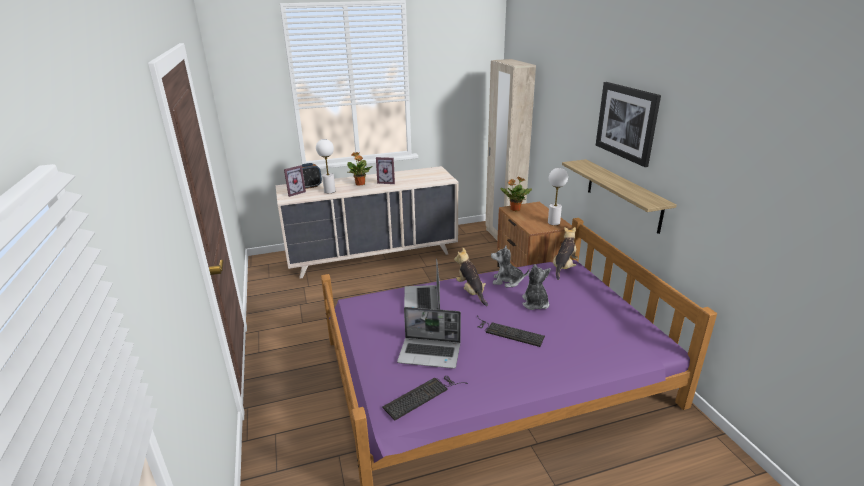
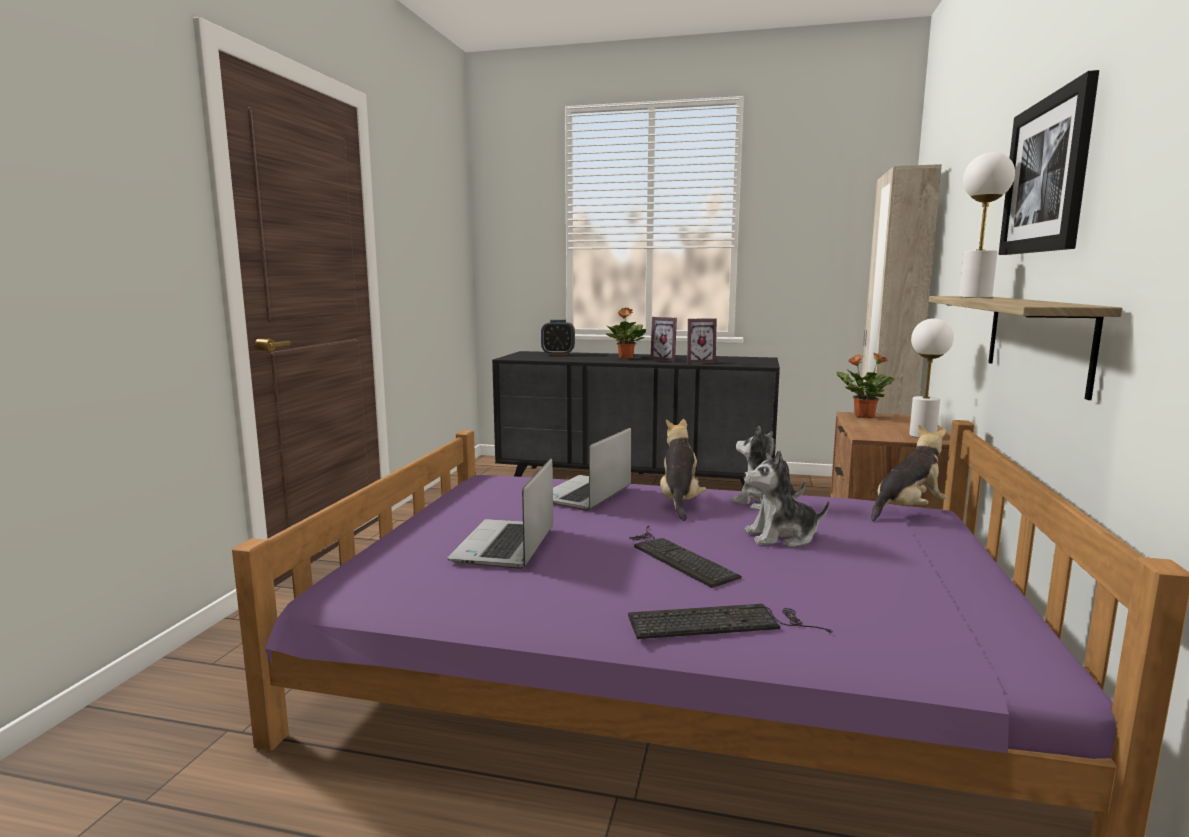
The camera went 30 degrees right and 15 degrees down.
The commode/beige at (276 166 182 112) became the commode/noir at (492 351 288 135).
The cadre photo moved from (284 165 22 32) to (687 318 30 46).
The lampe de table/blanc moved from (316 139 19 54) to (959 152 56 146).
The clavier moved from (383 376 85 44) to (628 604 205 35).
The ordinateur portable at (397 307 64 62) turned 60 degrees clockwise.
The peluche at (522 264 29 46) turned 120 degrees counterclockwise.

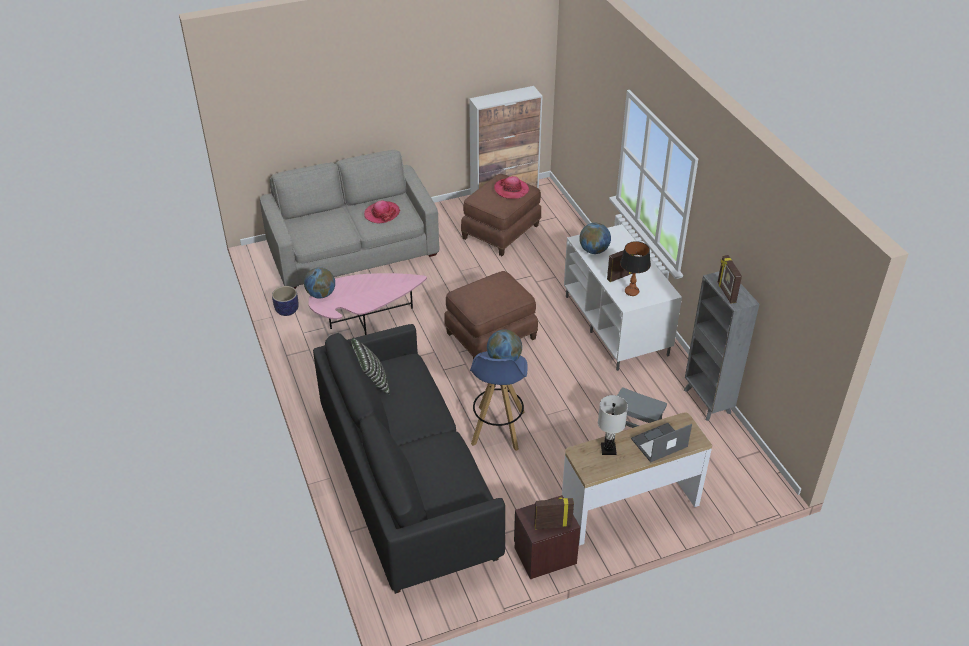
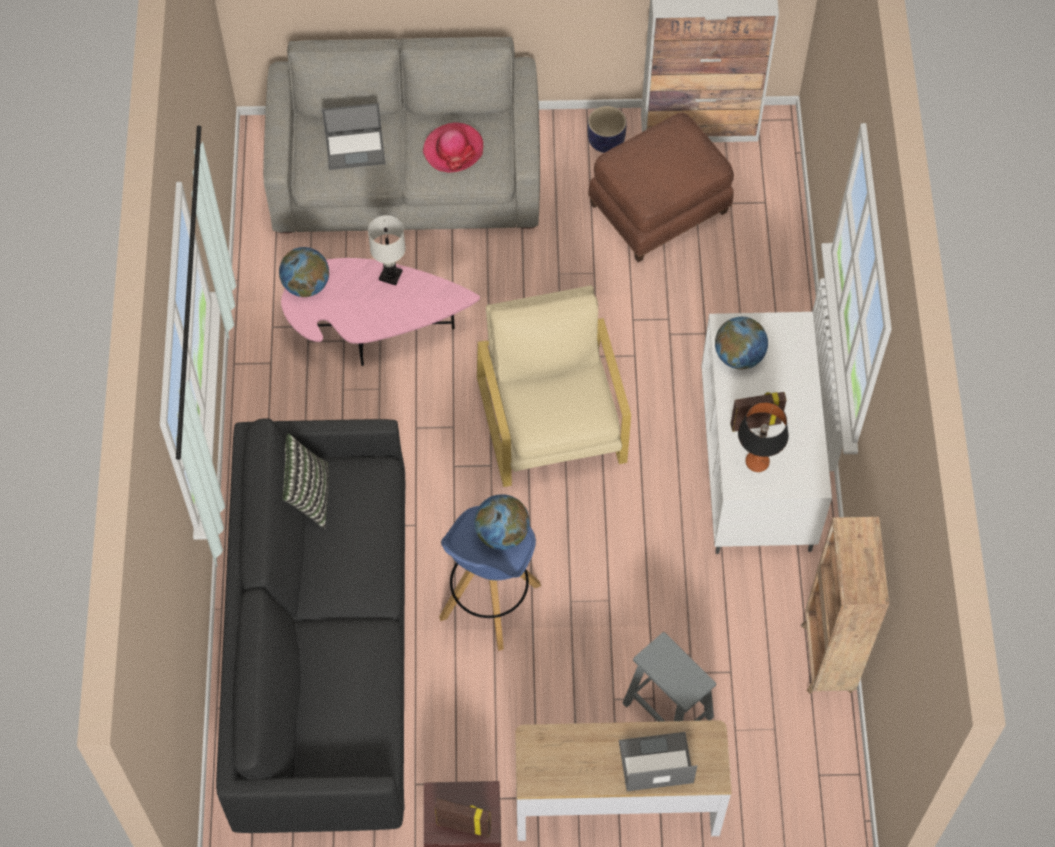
The camera went 20 degrees right and 20 degrees up.
The cache-pot moved from (272 286 27 30) to (587 106 40 47).
The pouf/marron at (444 271 94 89) was replaced by the fauteuil/beige at (477 285 154 202).
The chapeau at (494 176 35 23) disappeared.
The lampe de table/blanc moved from (598 395 30 60) to (368 215 38 70).
The bibliothèque/gris at (684 271 75 150) became the bibliothèque/marron at (801 517 88 177).
The cadre photo at (718 255 24 49) disappeared.
The ordinateur portable at (322 103 63 67) appeared.

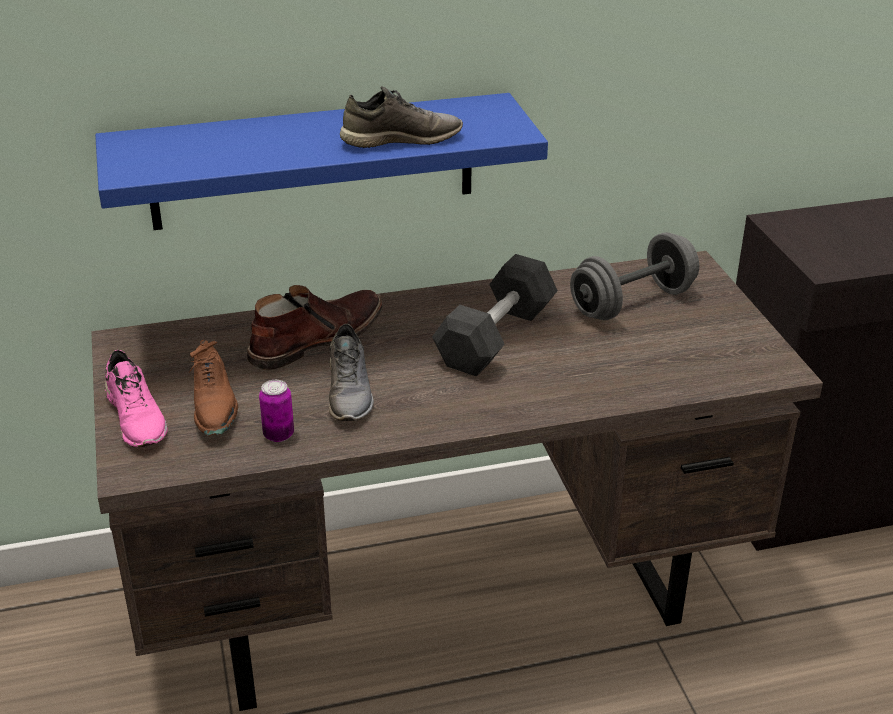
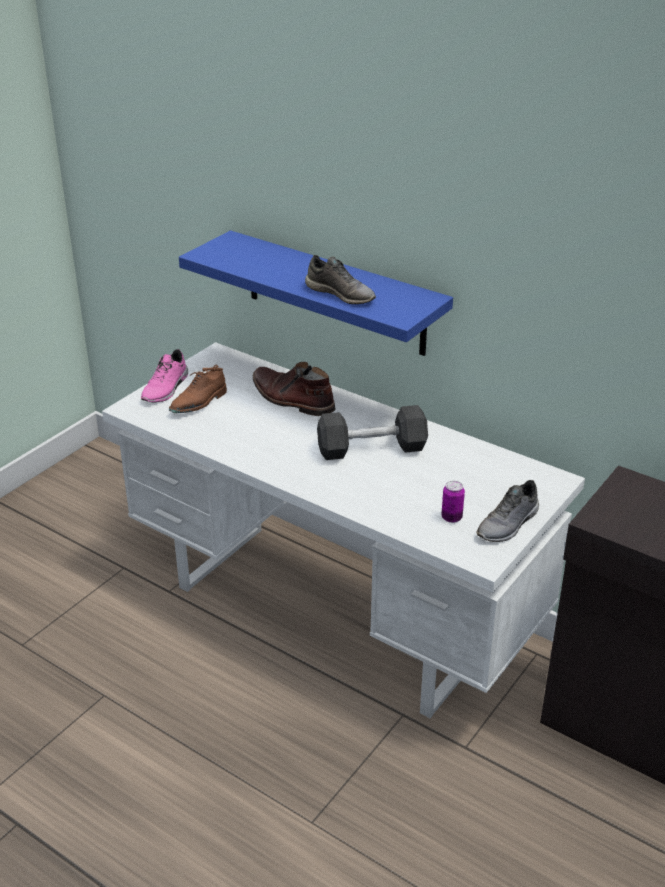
The camera went 50 degrees right and 0 degrees up.
The bureau/marron at (91 251 732 460) became the bureau/blanc at (102 342 483 376).
The botte/marron at (247 285 136 85) turned 150 degrees counterclockwise.
The boîte métallique moved from (259 380 35 62) to (441 481 24 42).
The chaussure/gris moved from (329 324 45 97) to (476 480 63 62).
The haltère/gris at (570 232 129 88) disappeared.

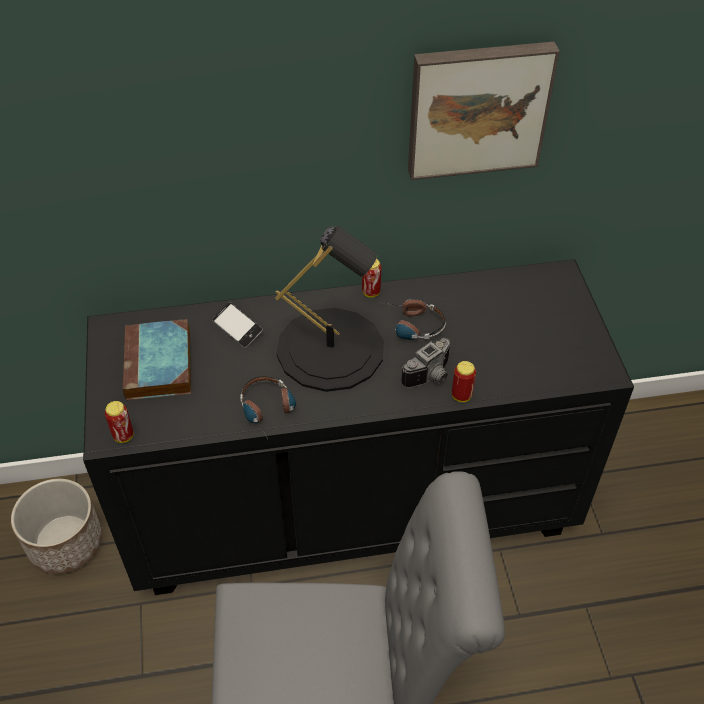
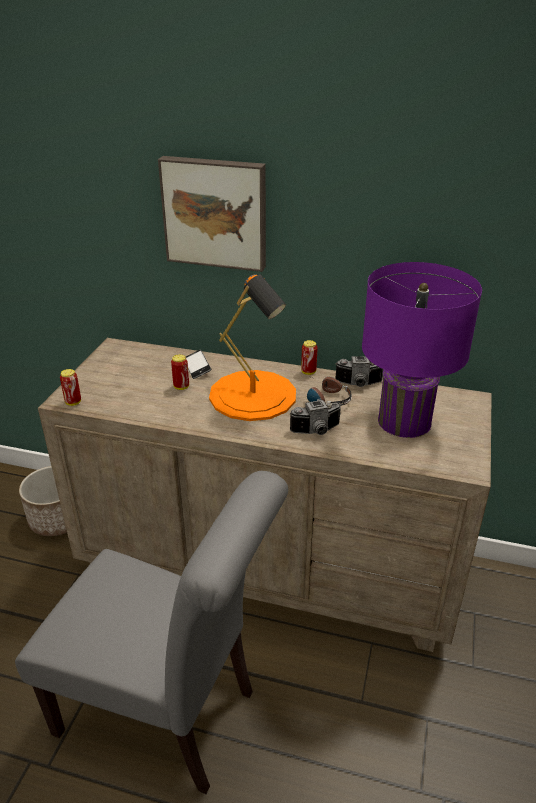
The camera went 25 degrees right and 15 degrees down.
The commode/noir at (83 259 551 336) became the commode/beige at (38 338 454 314).
The livre at (122 319 69 81) disappeared.
The casque audio at (240 376 56 63) disappeared.
The lampe de table/noir at (275 226 109 166) became the lampe de table/orange at (209 274 87 147).
The tableau moved from (408 42 152 138) to (158 156 108 116).
The boîte métallique moved from (452 361 24 41) to (171 354 18 36).
The appareil photo at (335 356 49 31) appeared.
The lampe de table/violet at (362 262 120 176) appeared.

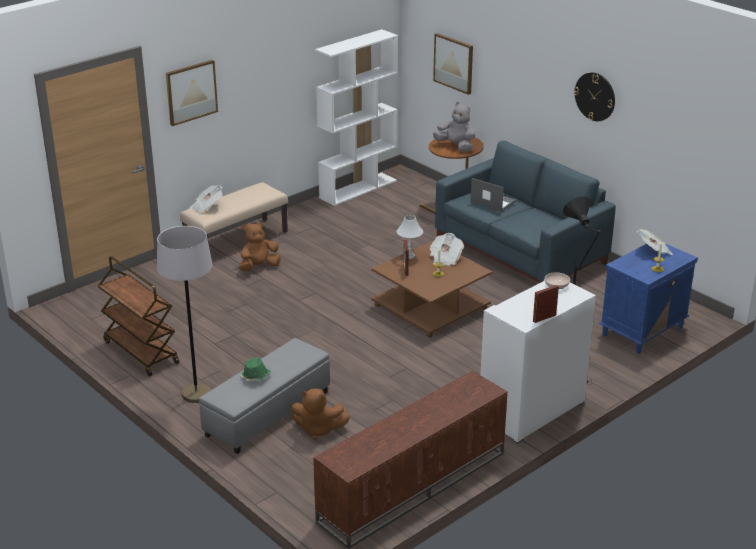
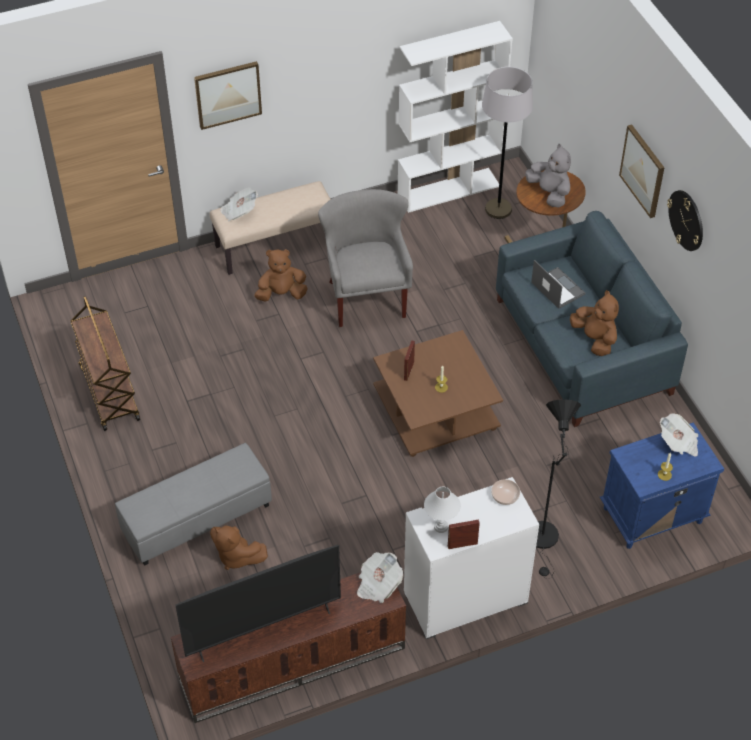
The camera went 20 degrees right and 20 degrees up.
The lampadaire/gris moved from (157 226 56 177) to (482 67 51 152).
The chapeau/vert at (240 358 31 23) disappeared.
The lampe de table/blanc moved from (396 215 27 44) to (424 486 37 47).
The journal moved from (429 233 35 33) to (357 552 46 51).
The tableau moved from (433 33 40 62) to (619 124 45 94).
The téléviseur at (175 545 166 117) appeared.
The fauteuil/gris at (318 189 95 138) appeared.
The peluche/marron at (570 290 49 66) appeared.

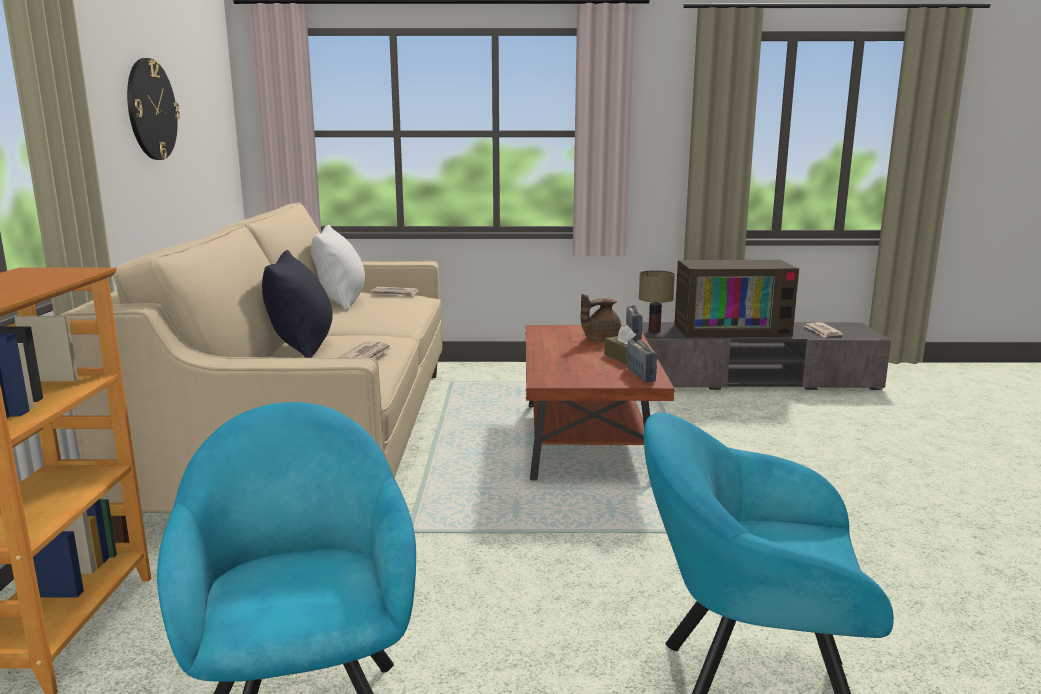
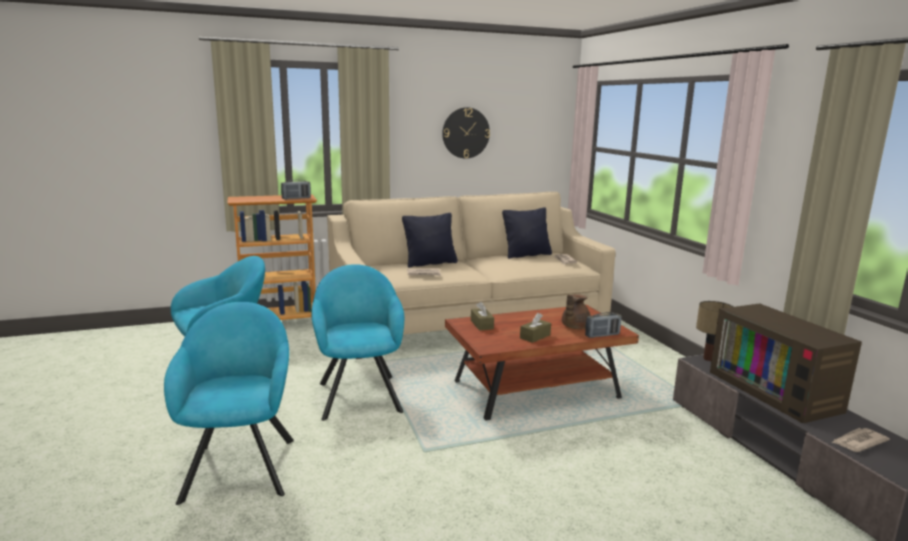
The camera went 70 degrees right and 0 degrees up.
The coussin/blanc at (311 225 54 86) became the coussin/noir at (502 207 50 52).
The théière/marron at (581 294 40 48) turned 90 degrees counterclockwise.
The radio moved from (627 340 30 42) to (281 180 30 19).
The fauteuil/turquoise at (311 264 93 157) appeared.
The boîte à mouchoirs/marron at (471 302 23 29) appeared.

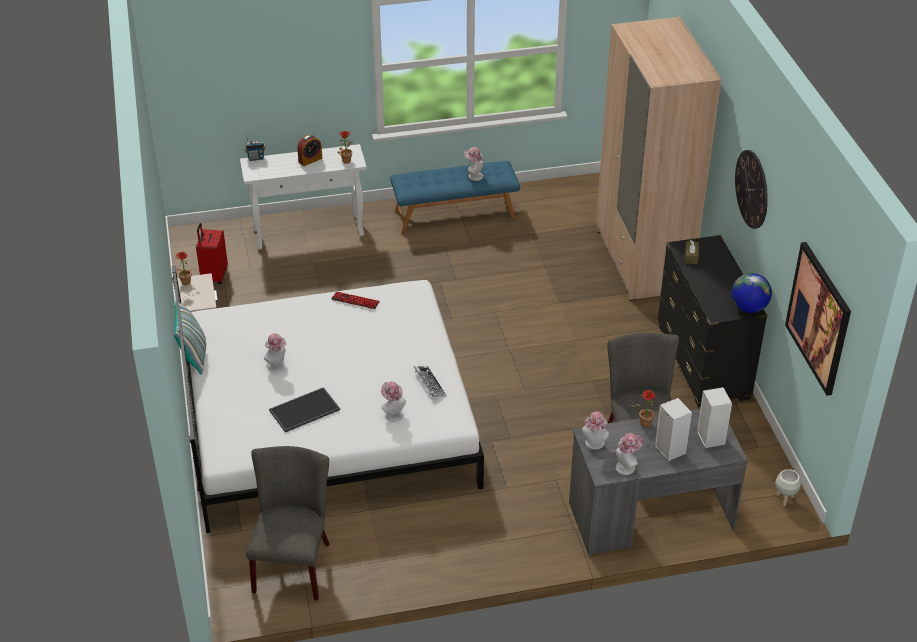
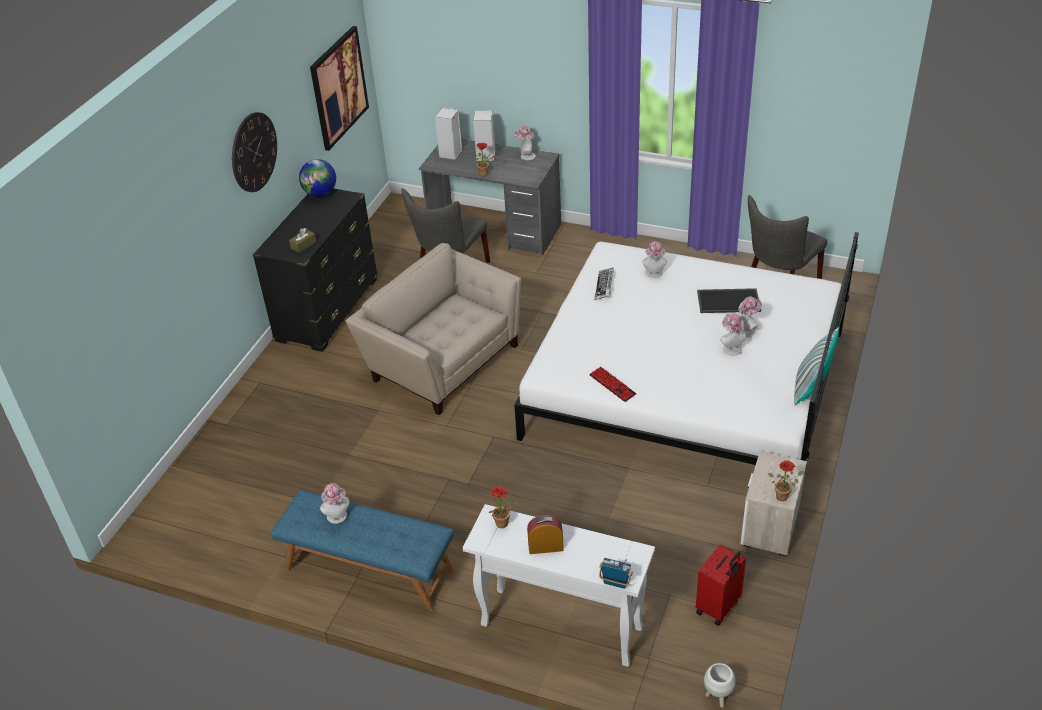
The camera went 145 degrees left and 0 degrees up.
The chapeau moved from (582 411 27 39) to (737 297 25 41).
The armoire/beige at (596 16 125 285) disappeared.
The cache-pot/blanc moved from (776 469 25 37) to (704 663 32 45).
The fauteuil/beige at (346 243 175 172) appeared.

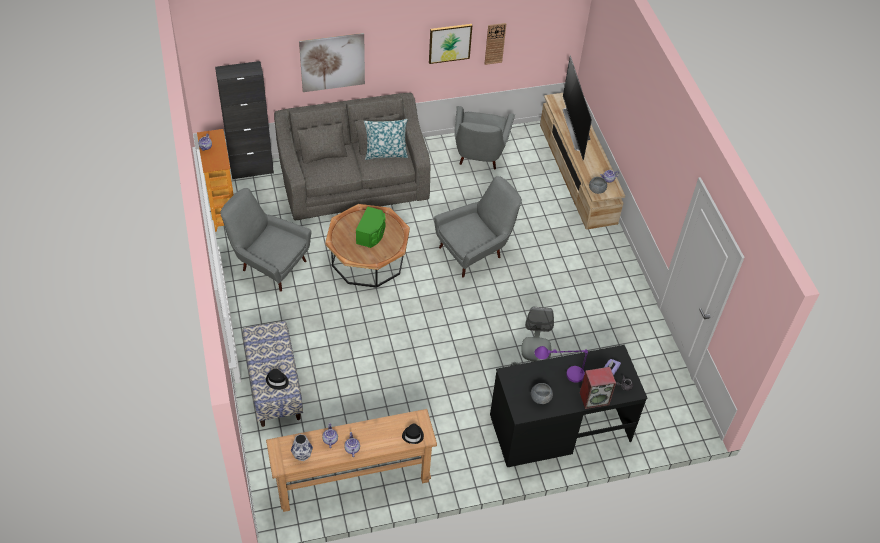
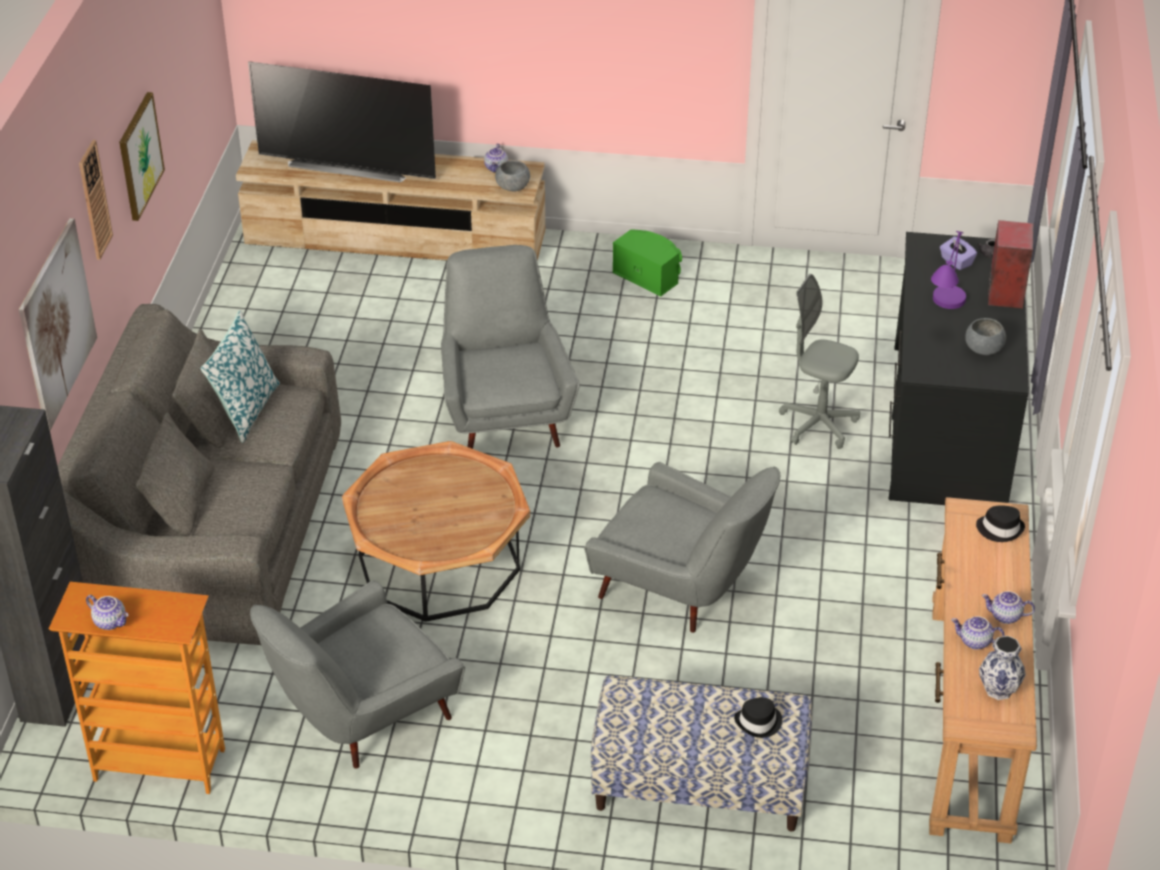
The camera went 65 degrees left and 10 degrees down.
The enceinte/vert moved from (356 207 30 41) to (612 230 70 66).
The fauteuil/gris moved from (454 106 61 64) to (584 462 196 171).
The horloge murale moved from (485 23 21 42) to (79 140 34 120).

